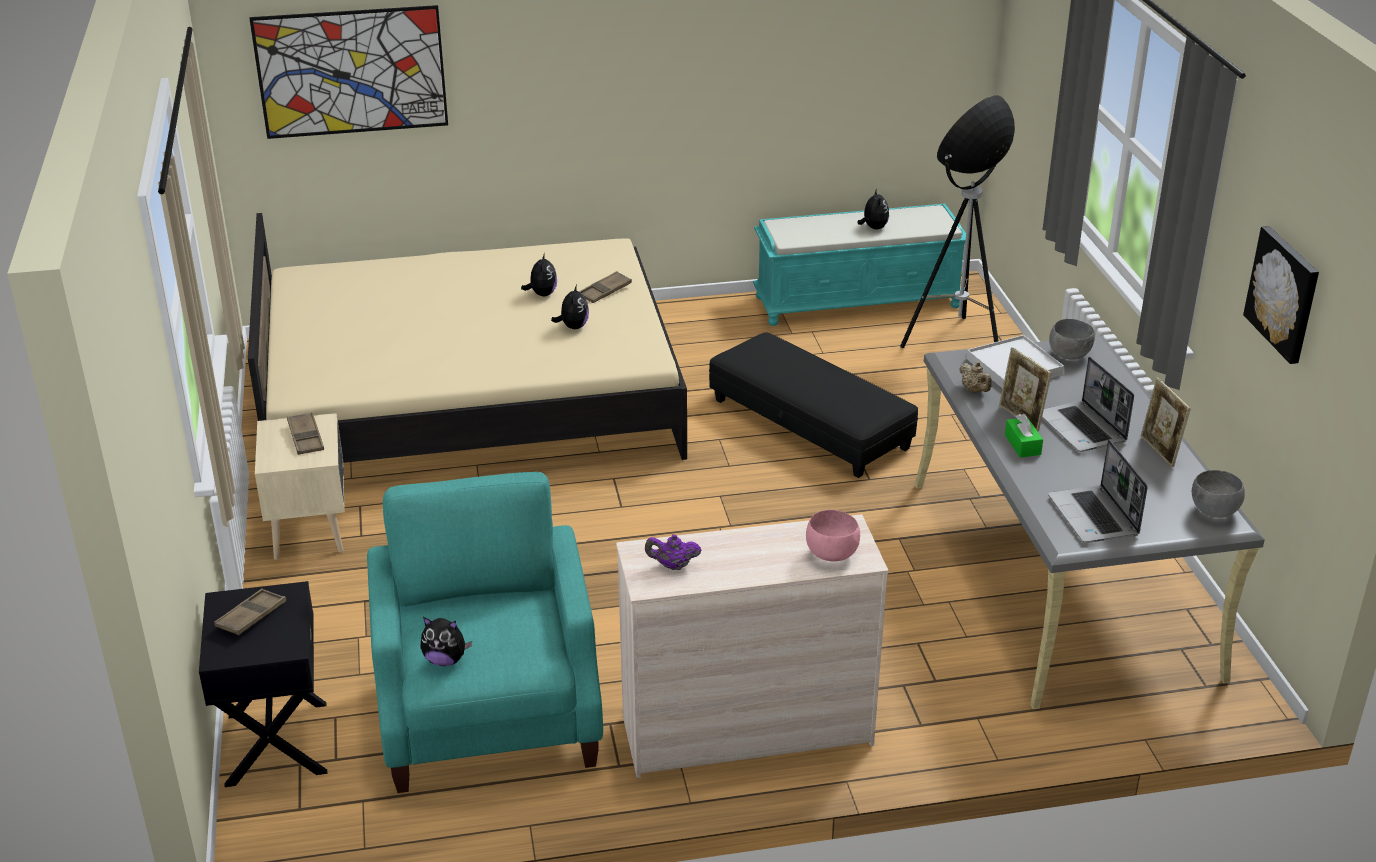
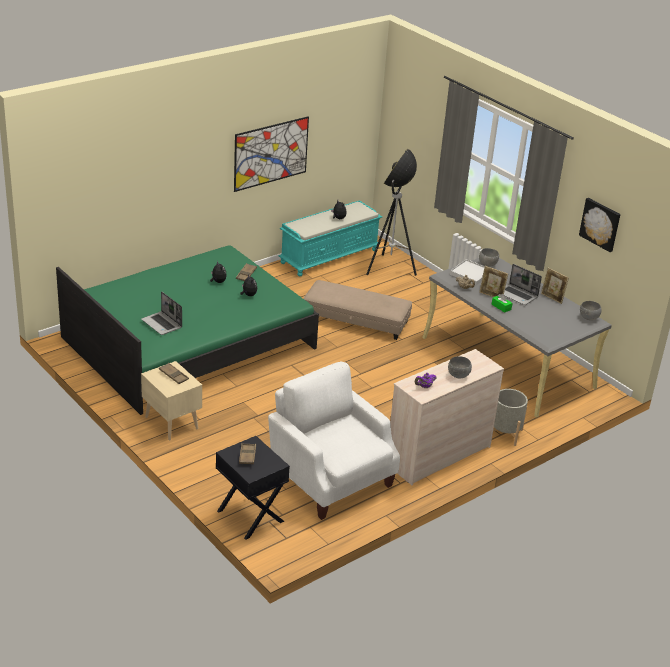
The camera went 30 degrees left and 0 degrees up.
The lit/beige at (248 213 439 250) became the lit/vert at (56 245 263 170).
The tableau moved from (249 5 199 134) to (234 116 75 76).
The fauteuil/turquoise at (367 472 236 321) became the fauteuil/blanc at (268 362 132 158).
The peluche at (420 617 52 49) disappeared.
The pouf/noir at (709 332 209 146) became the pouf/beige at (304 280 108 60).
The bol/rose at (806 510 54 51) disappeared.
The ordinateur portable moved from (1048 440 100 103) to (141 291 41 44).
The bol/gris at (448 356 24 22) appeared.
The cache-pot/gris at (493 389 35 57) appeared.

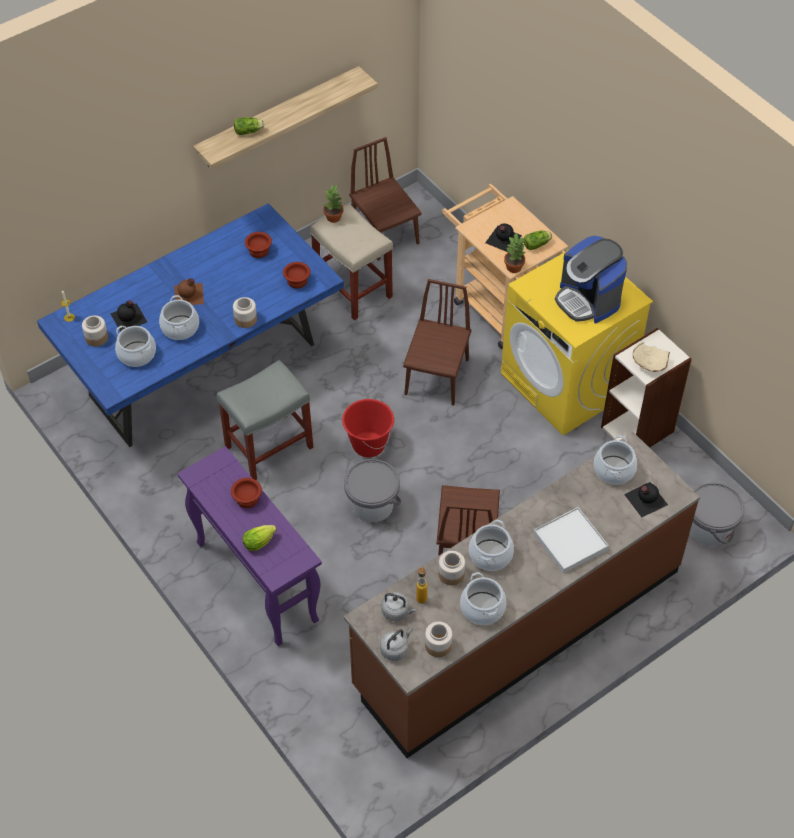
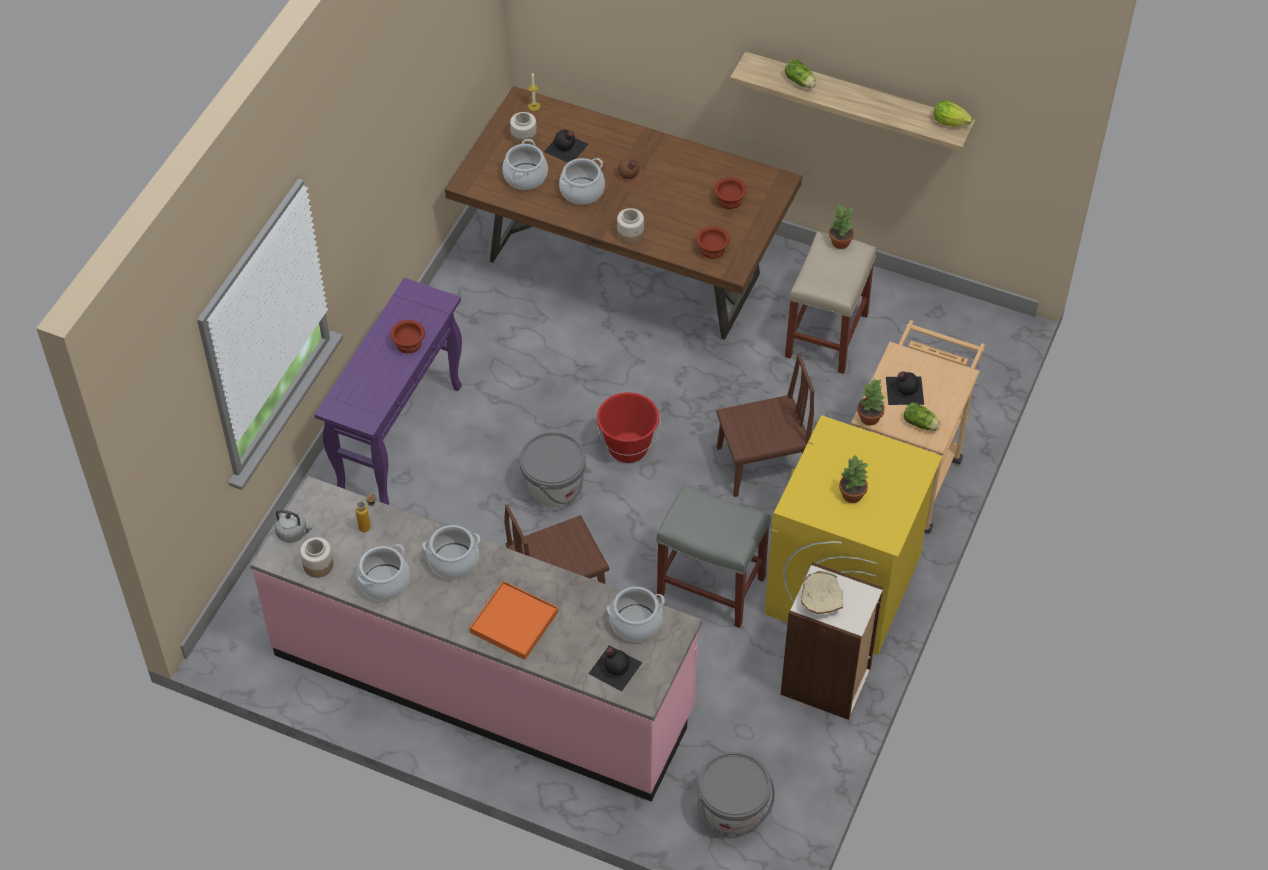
The camera went 60 degrees right and 0 degrees up.
The table à manger/bleu at (37 203 307 244) became the table à manger/marron at (445 86 357 254).
The tabouret/gris moved from (217 360 96 120) to (656 483 115 145).
The laitue moved from (243 525 34 26) to (933 100 40 27).
The comptoir de cuisine/marron at (344 432 356 326) became the comptoir de cuisine/rose at (251 476 451 326).
The chaise/marron at (349 137 73 124) disappeared.
The bouilloire/gris at (381 592 35 29) disappeared.
The bocal at (438 551 27 34) disappeared.
The plateau/blanc at (534 507 75 66) became the plateau/orange at (470 581 88 79).
The machine à café at (555 236 72 87) was replaced by the plante en pot at (839 455 30 48).

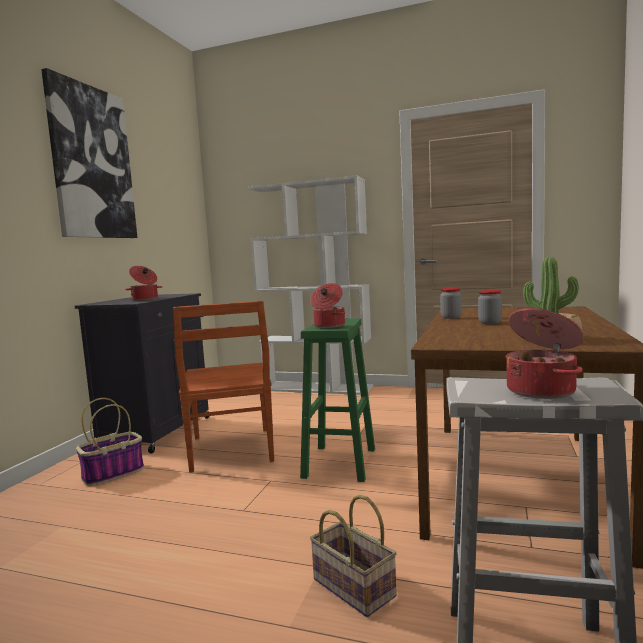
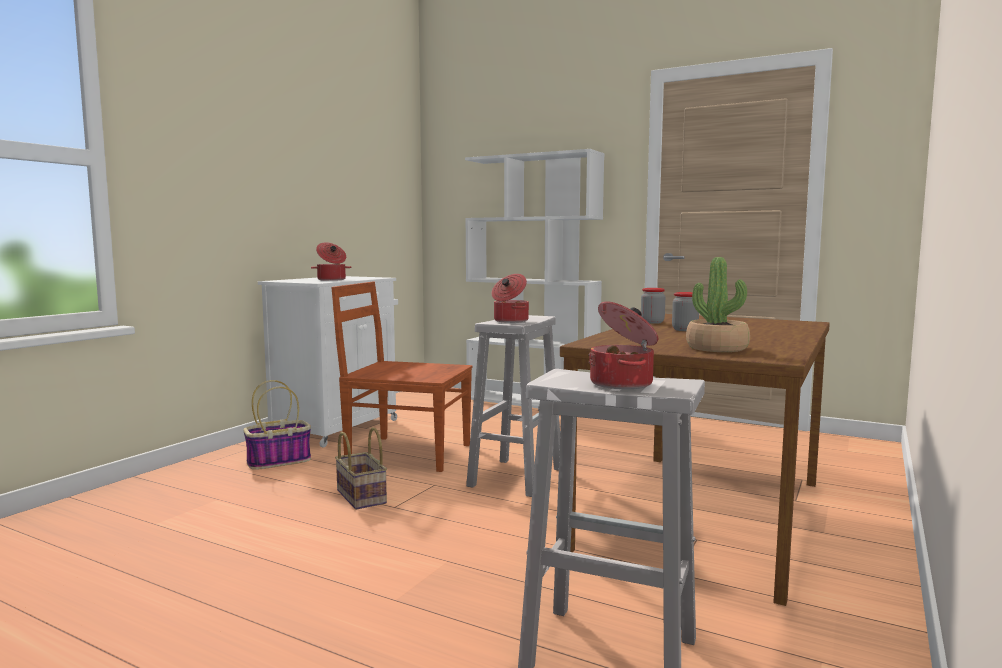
The camera went 10 degrees right and 0 degrees up.
The tableau at (41 68 96 170) disappeared.
The meuble de rangement/noir at (75 293 134 160) became the meuble de rangement/blanc at (258 276 140 172).
The chaise/marron at (173 301 101 171) turned 105 degrees clockwise.
The tabouret/vert at (300 318 75 164) became the tabouret/blanc at (466 315 94 182).
The panier moved from (310 495 87 122) to (335 427 52 83).

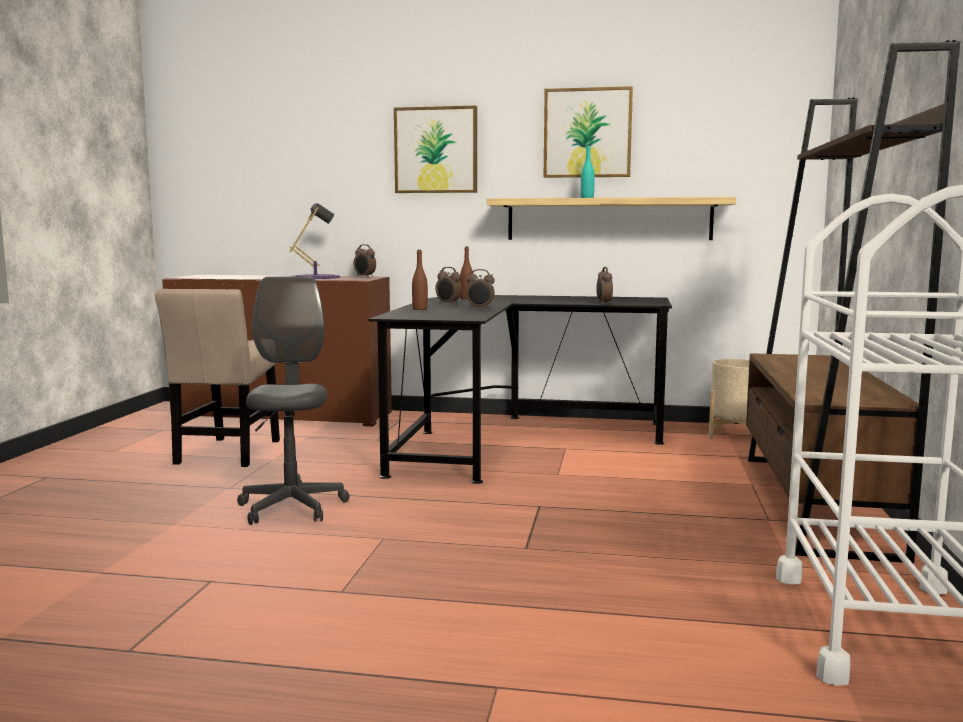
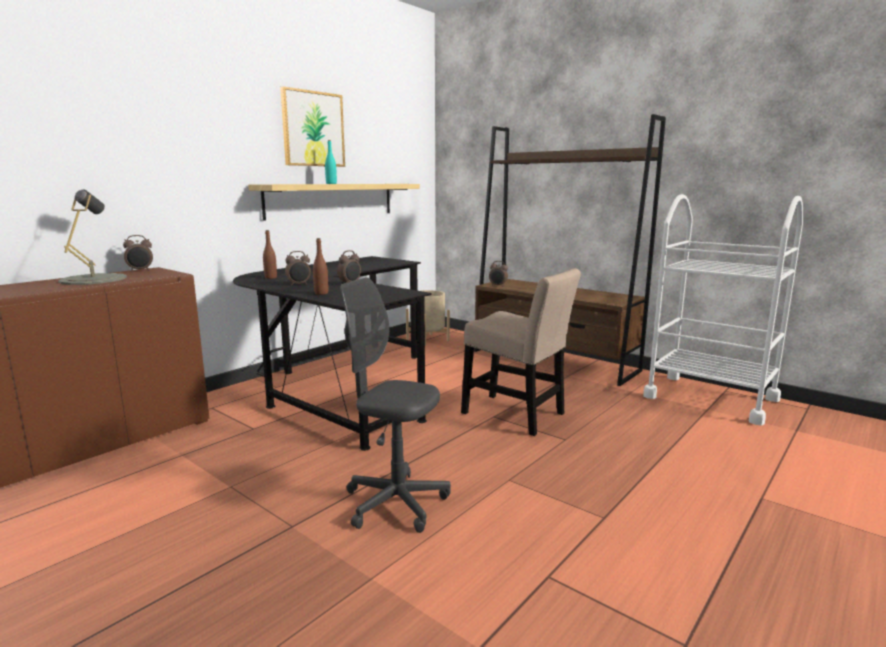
The camera went 60 degrees left and 5 degrees up.
The chaise/beige moved from (155 289 125 178) to (461 268 120 168).
The lampe de table/violet at (289 203 51 76) became the lampe de table/gris at (58 189 69 96).
The tableau at (394 106 83 87) disappeared.
The réveil moved from (596 267 17 37) to (489 261 19 26).

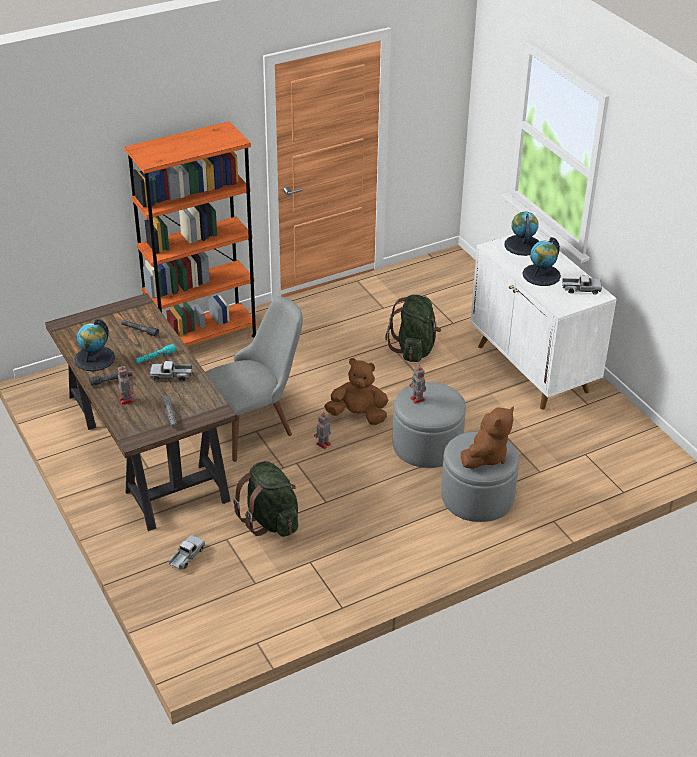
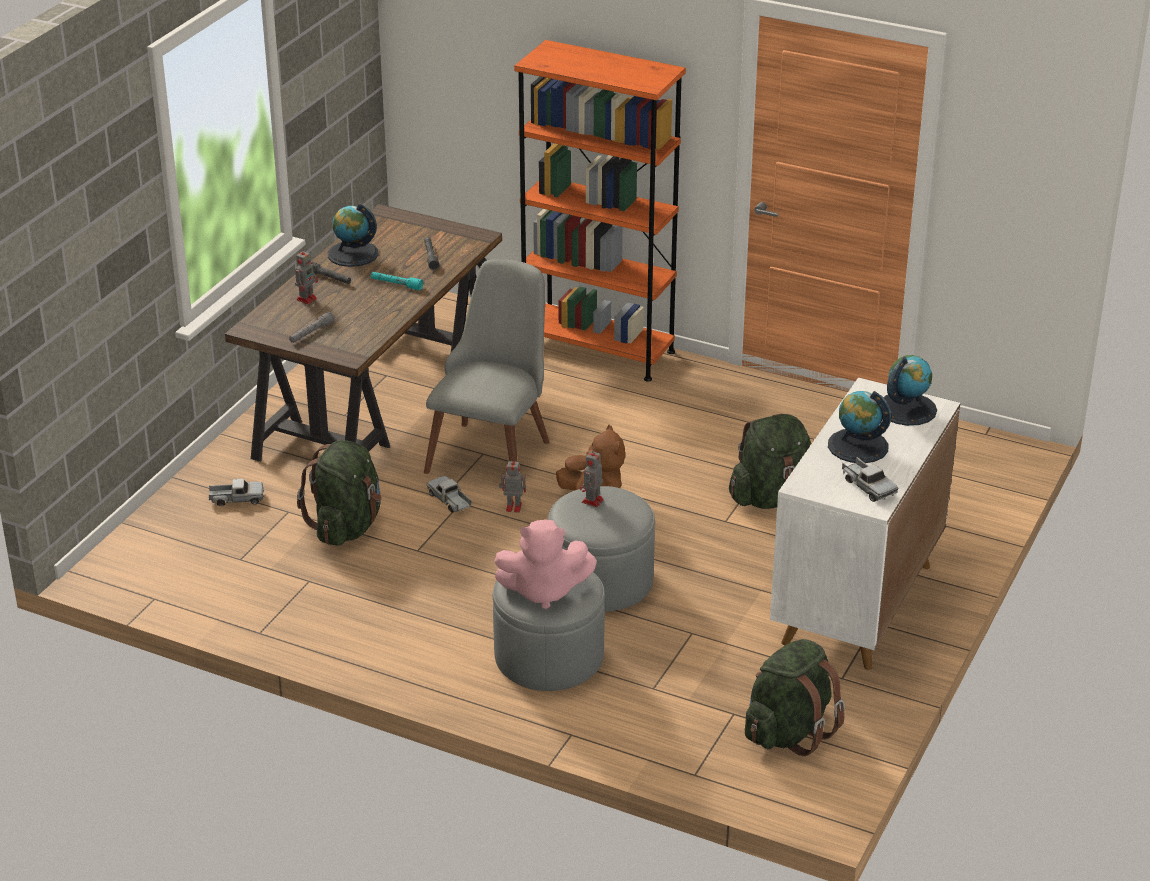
The camera went 55 degrees right and 5 degrees down.
The camion jouet moved from (150 361 42 20) to (427 476 44 37).
The chaise/gris at (205 296 98 166) turned 90 degrees counterclockwise.
The peluche/marron at (461 407 53 62) became the peluche/rose at (494 519 103 90).
The sac à dos/vert at (745 639 100 117) appeared.

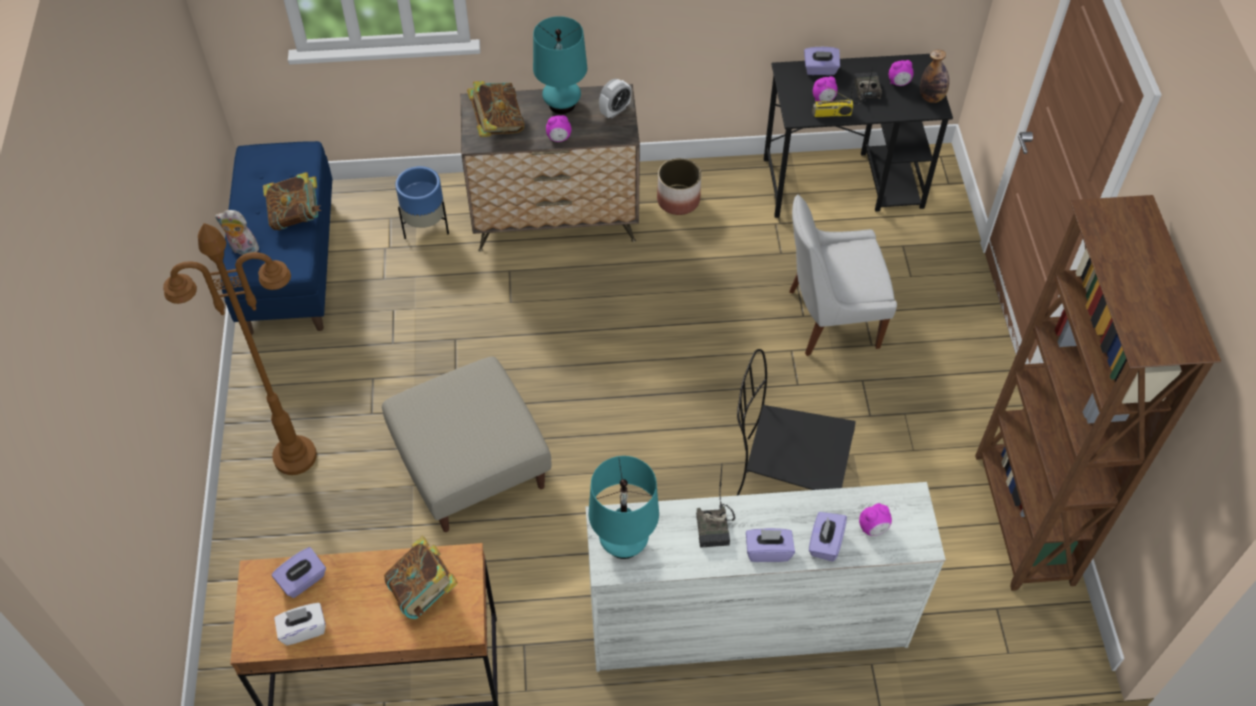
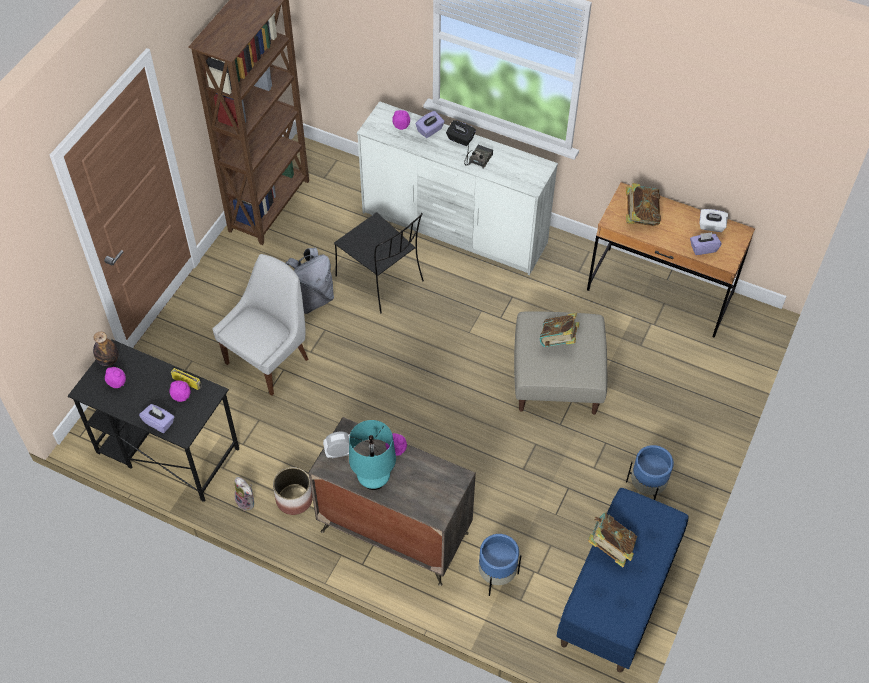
The camera went 150 degrees left and 0 degrees up.
The lampadaire/marron at (163 223 154 252) disappeared.
The peluche moved from (215 210 44 45) to (234 477 20 34).
The livre moved from (467 81 58 56) to (540 313 40 34).
The lampe de table/turquoise at (589 456 70 103) disappeared.
The boîte à mouchoirs/violet at (746 528 49 34) became the boîte à mouchoirs/noir at (446 120 30 26).
The chaise/blanc at (789 195 108 161) turned 75 degrees counterclockwise.
The radio at (851 67 31 38) disappeared.
The sac à dos/gris at (286 248 48 66) appeared.
The cache-pot/bleu at (626 445 48 55) appeared.

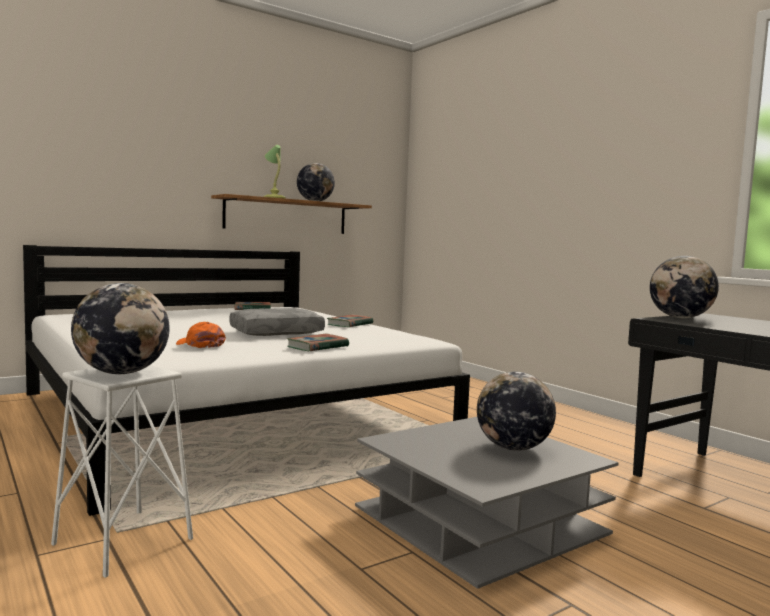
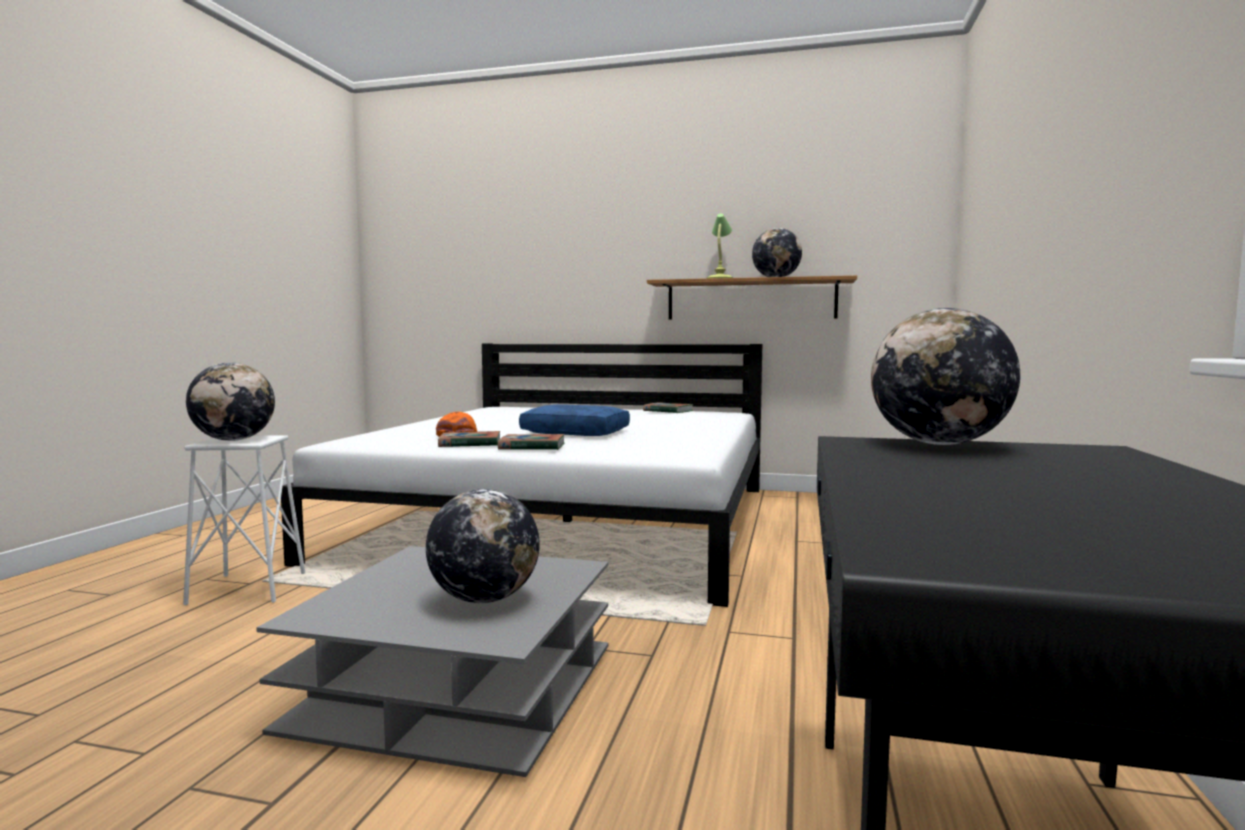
The camera went 50 degrees right and 0 degrees up.
The coussin/gris at (229 308 96 28) became the coussin/bleu at (519 404 111 32).
The livre moved from (327 314 46 13) to (438 431 62 16).

